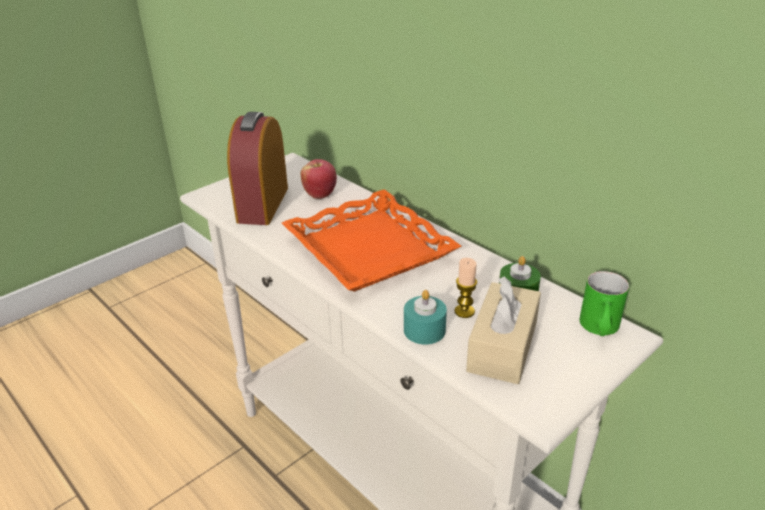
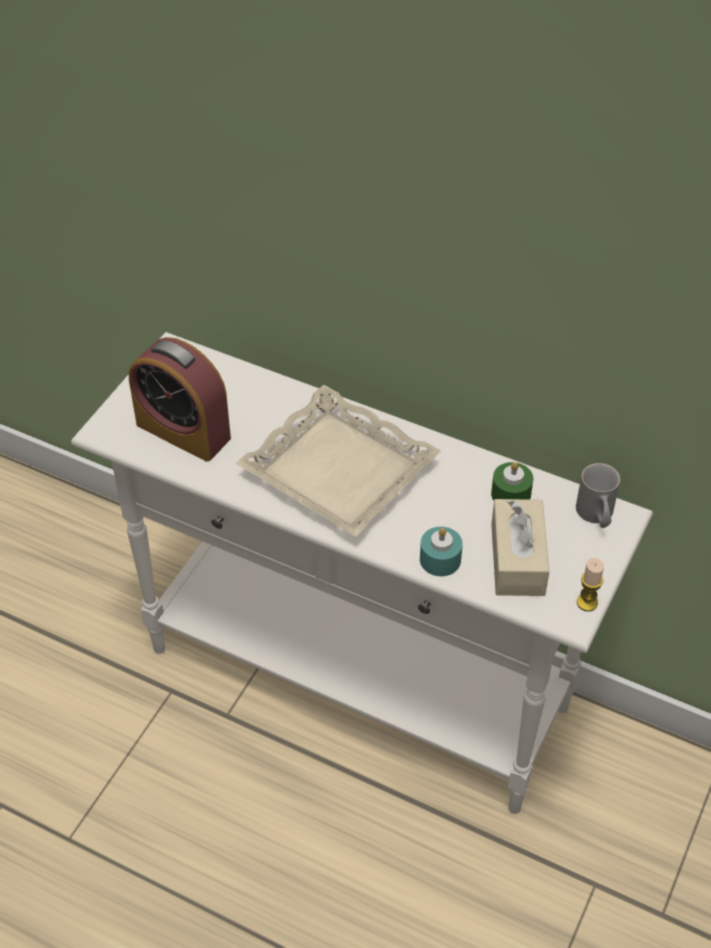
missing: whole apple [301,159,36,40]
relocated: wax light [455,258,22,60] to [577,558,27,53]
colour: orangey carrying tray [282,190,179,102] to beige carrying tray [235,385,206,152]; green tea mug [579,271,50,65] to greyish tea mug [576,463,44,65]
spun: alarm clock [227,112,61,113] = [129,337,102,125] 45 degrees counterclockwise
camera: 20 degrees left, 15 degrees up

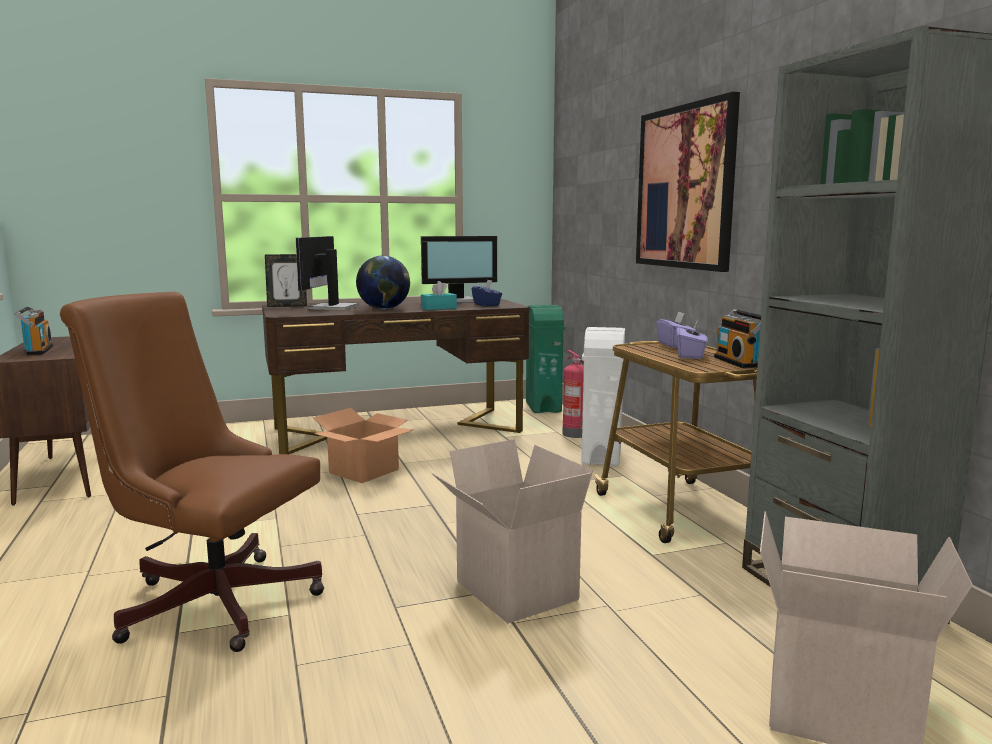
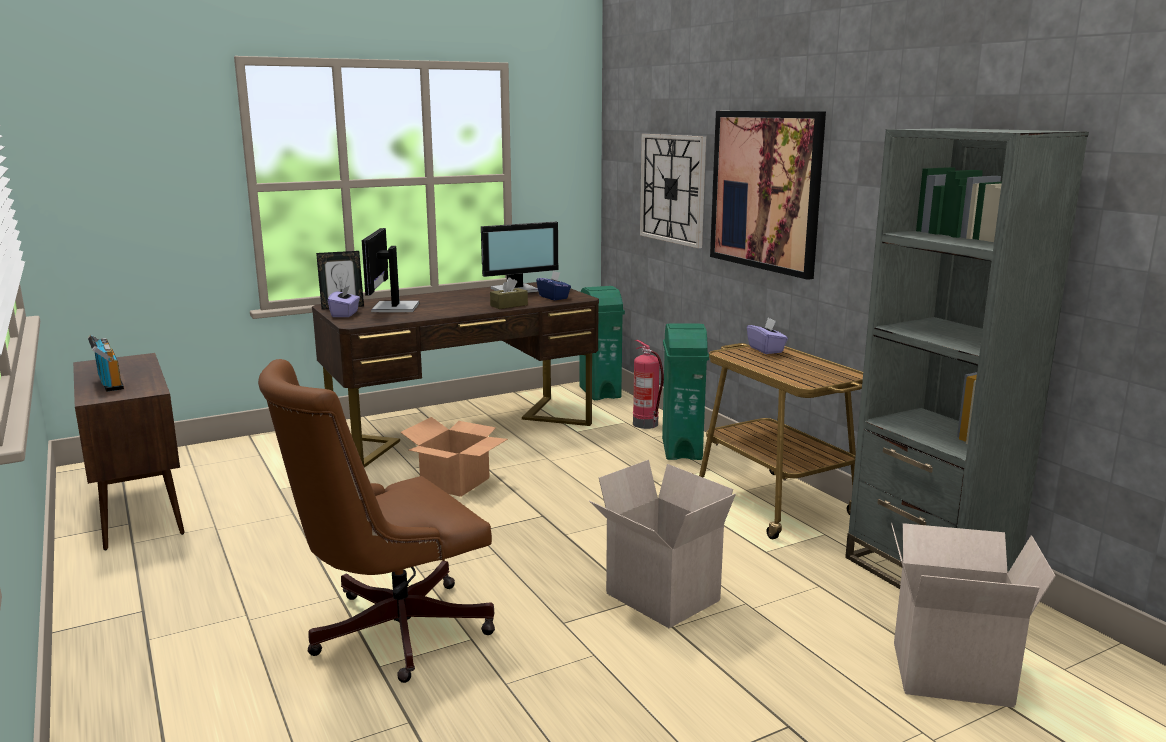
missing: world globe [356,256,54,53]; radio set [714,309,47,59]
appeared: hanging clock [640,134,66,114]
relocated: purple tissue box [676,322,32,37] to [328,285,32,32]
colour: blue-green tissue box [421,281,36,29] to brown tissue box [490,277,38,32]; white-coloured trash can [581,327,44,139] to green trash can [662,324,47,136]
spun: brown computer chair [60,292,264,360] = [258,359,237,324] 45 degrees counterclockwise
camera: 10 degrees left, 5 degrees up

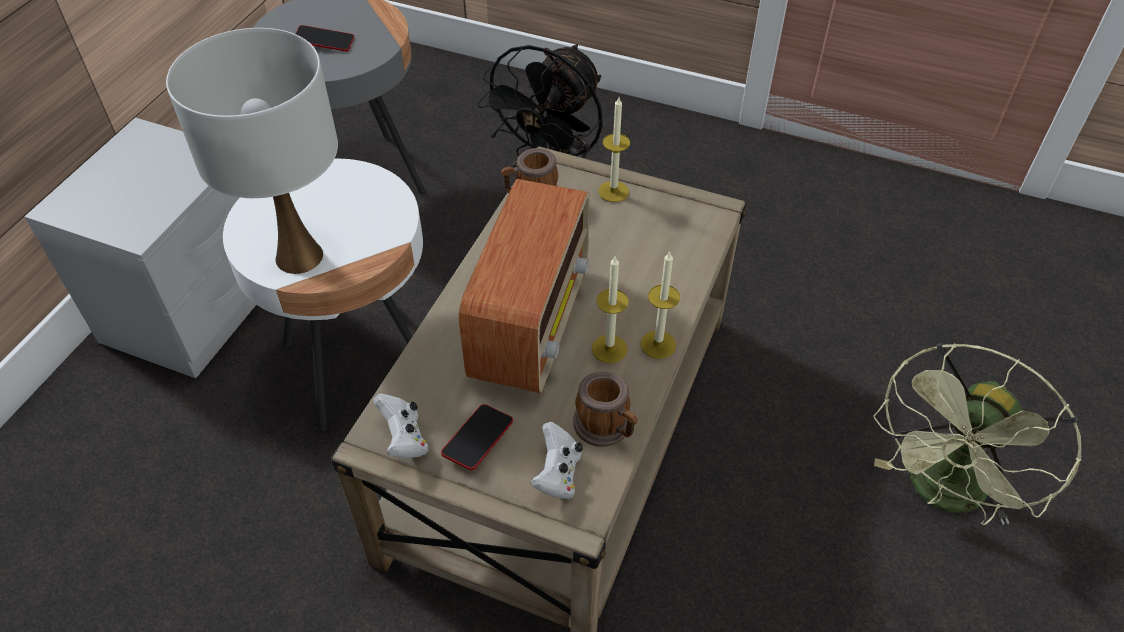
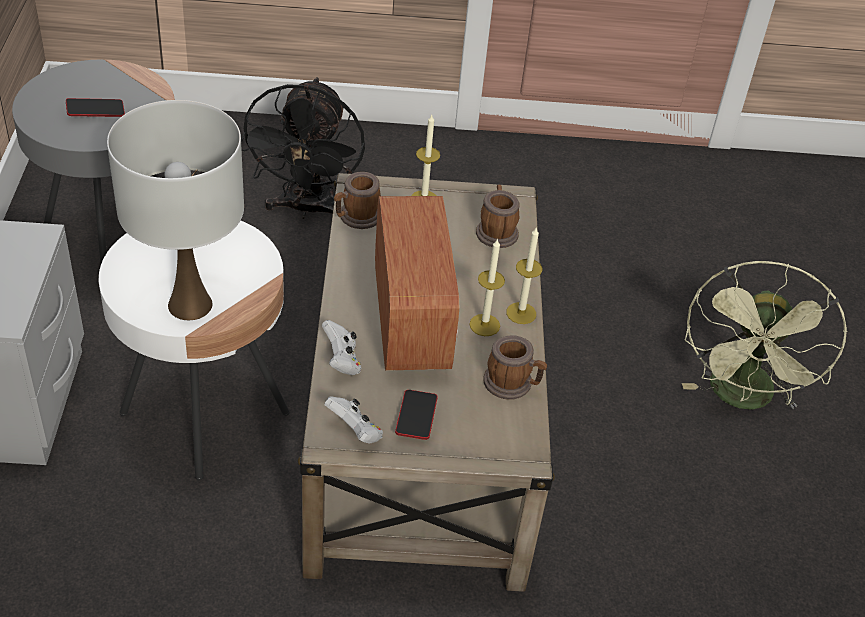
appeared: tea mug [476,185,44,63]
relocated: white-coloured game controller [531,422,52,77] to [322,320,39,55]
camera: 25 degrees left, 5 degrees down

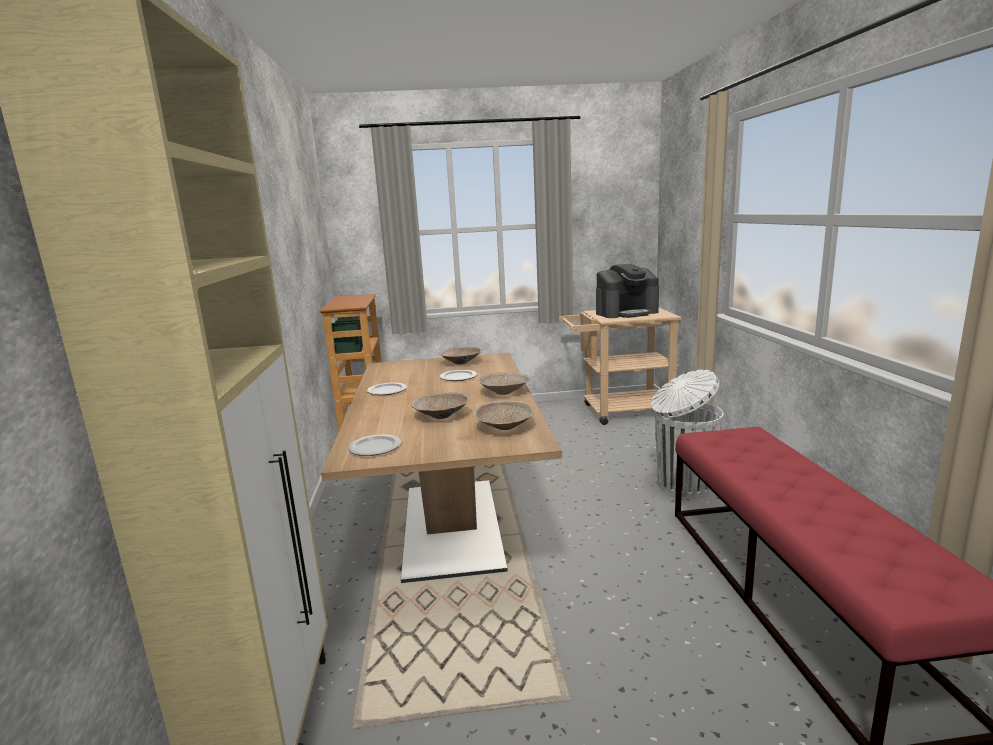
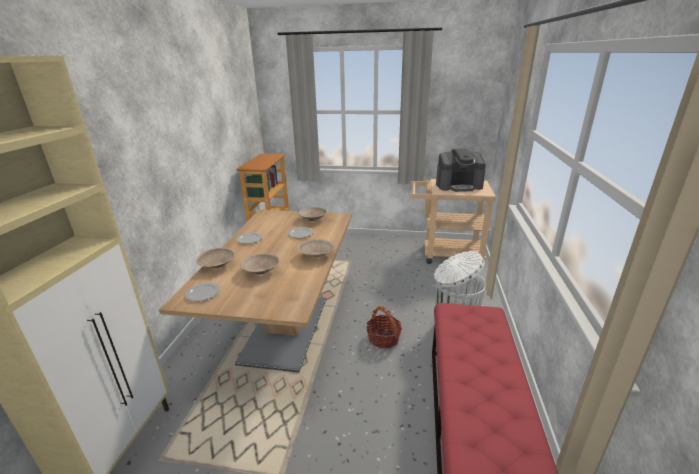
appeared: basket [367,306,35,42]
relocated: beige bowl [473,400,62,30] to [196,247,39,21]
camera: 15 degrees right, 10 degrees up

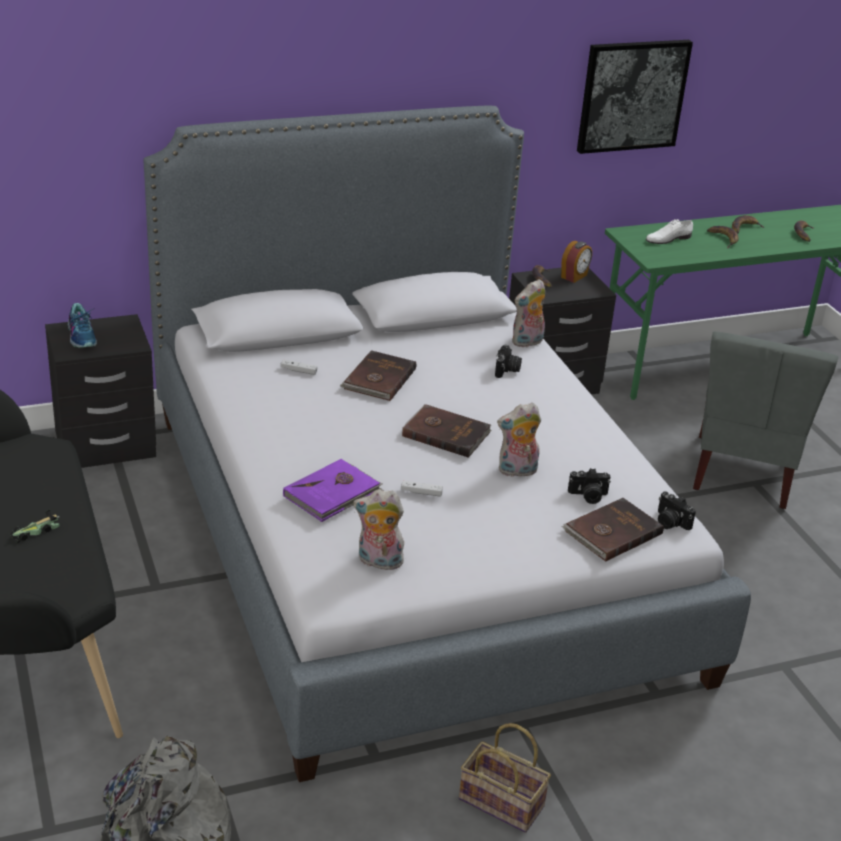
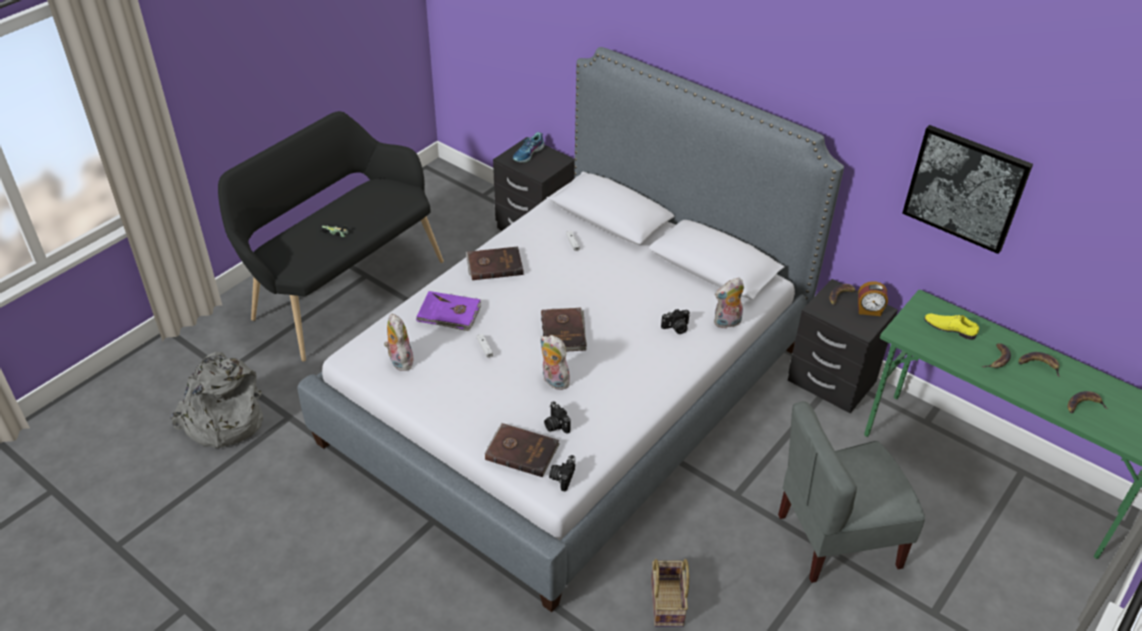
relocated: brown volume [340,350,76,51] to [466,247,58,33]; basket [459,723,92,110] to [651,559,38,68]
colour: white-coloured item of footwear [646,219,47,25] to yellowish item of footwear [924,313,55,27]
spun: cuddly toy [512,279,33,68] = [714,277,30,52] 45 degrees counterclockwise
camera: 60 degrees right, 10 degrees up

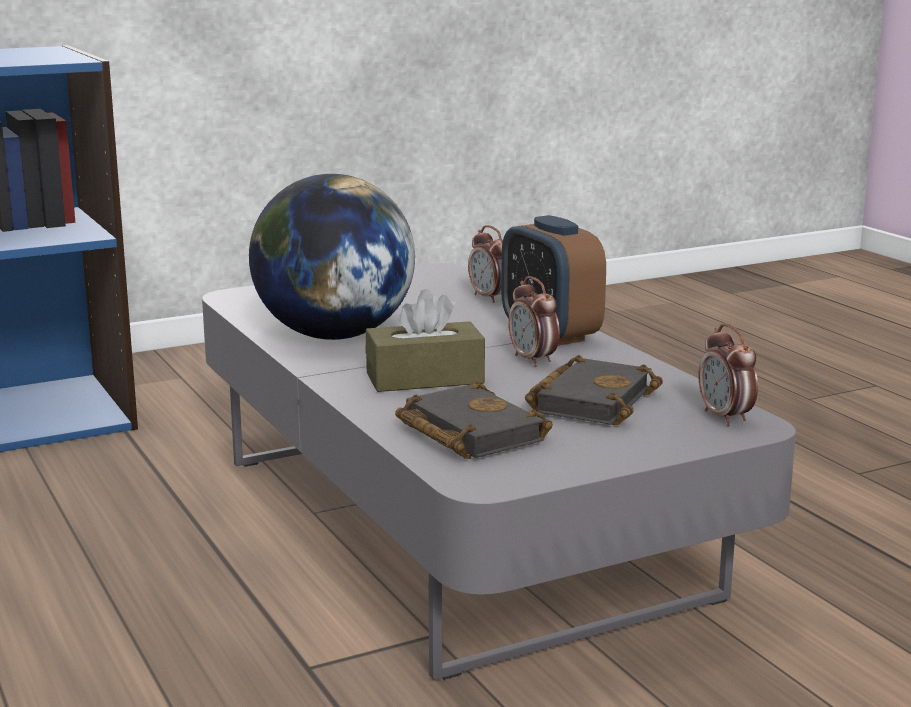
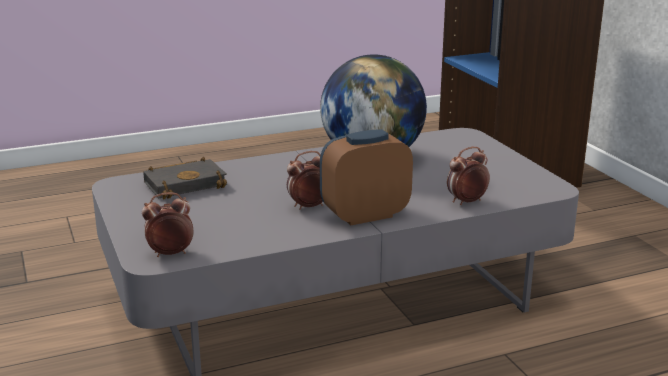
missing: brown tissue box [366,289,119,103]; black volume [525,355,138,70]
camera: 95 degrees right, 5 degrees up

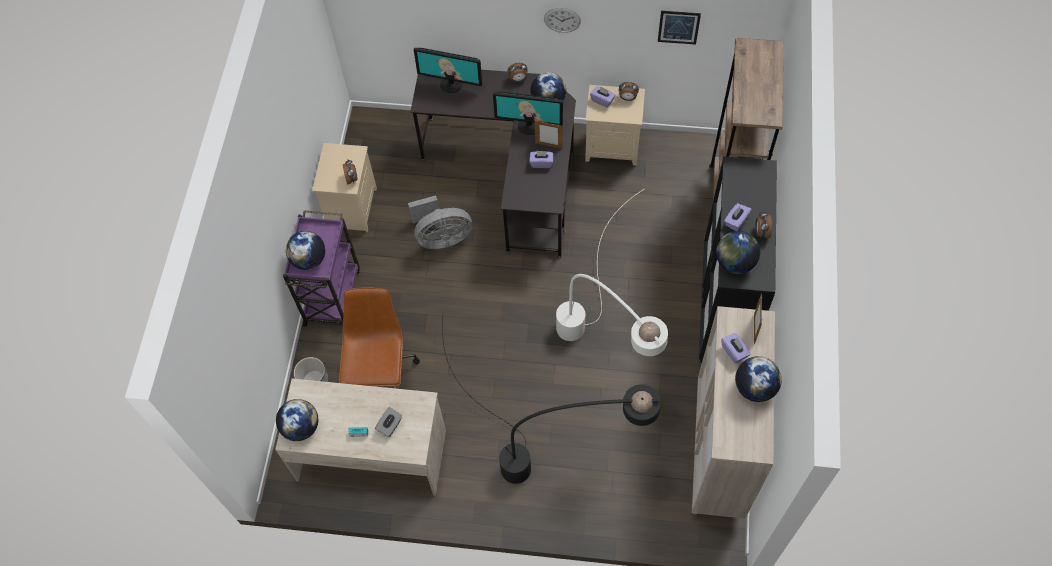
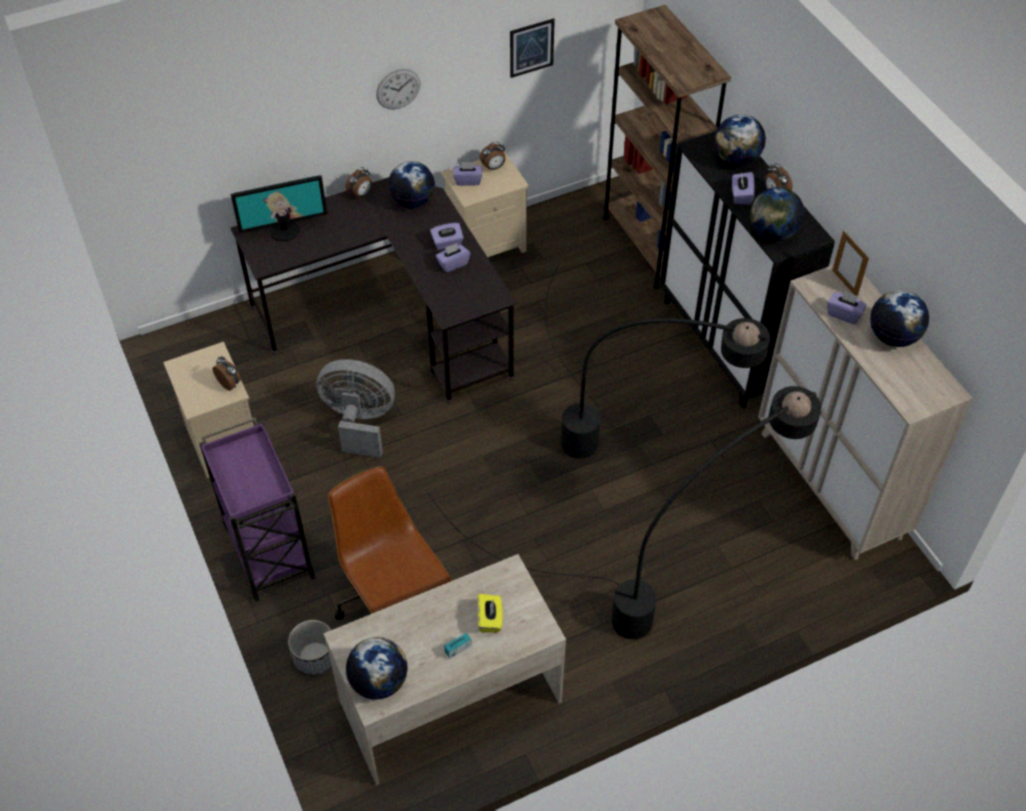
missing: monitor [493,92,70,43]
relocated: world globe [286,231,39,39] to [714,114,52,52]
exchanged: picture frame [534,121,29,27] to purple tissue box [430,223,34,27]
colour: greyish tissue box [375,407,27,30] to yellowish tissue box [477,594,26,39]; white-coloured standing lamp [556,189,112,167] to black standing lamp [545,263,225,196]
spun: greyish fan [408,195,64,54] = [316,359,79,99] 120 degrees counterclockwise
camera: 35 degrees left, 10 degrees down

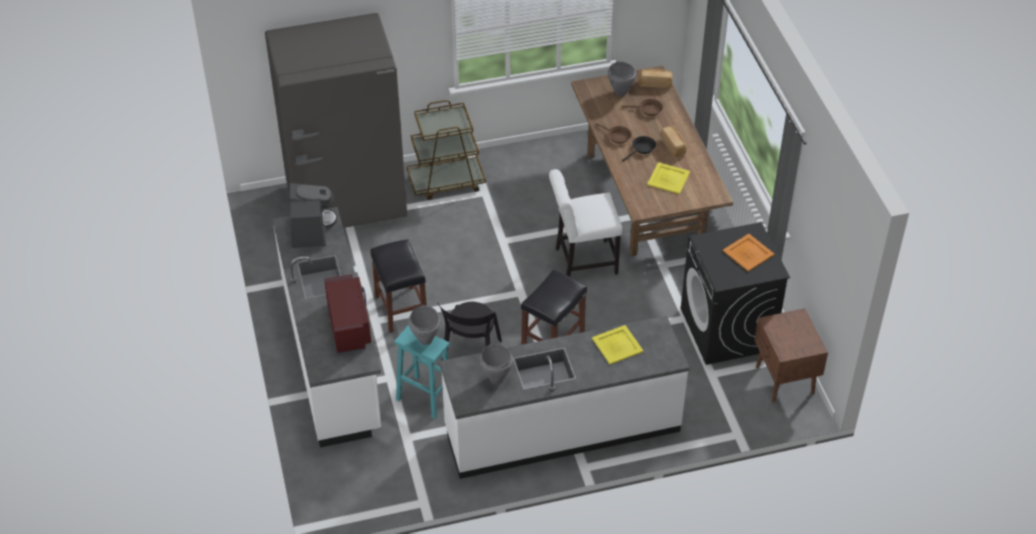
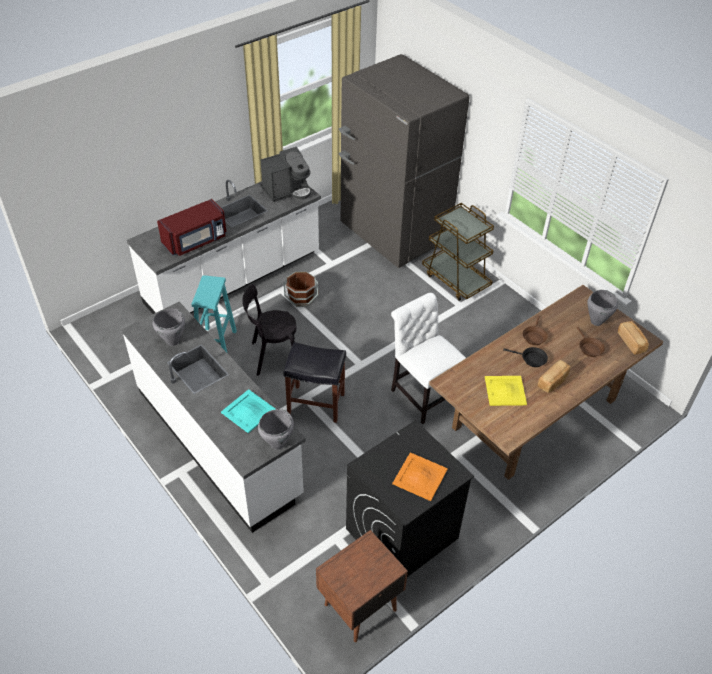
relocated: greyish stockpot [408,305,33,40] to [258,409,36,41]
exchanged: black stool [370,239,57,94] to brown water bucket [284,272,34,35]
colour: yellowish carrying tray [592,325,51,39] to blue-green carrying tray [221,389,54,44]
camera: 65 degrees right, 0 degrees up

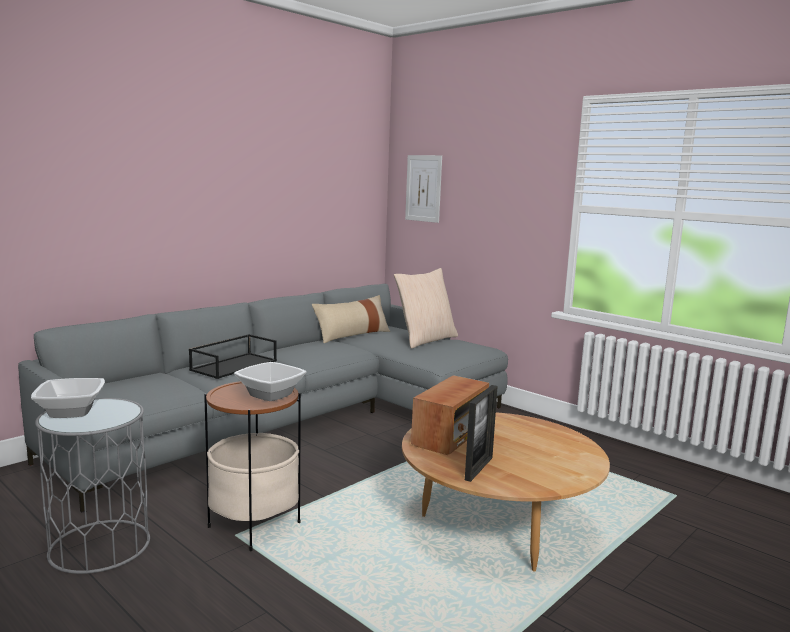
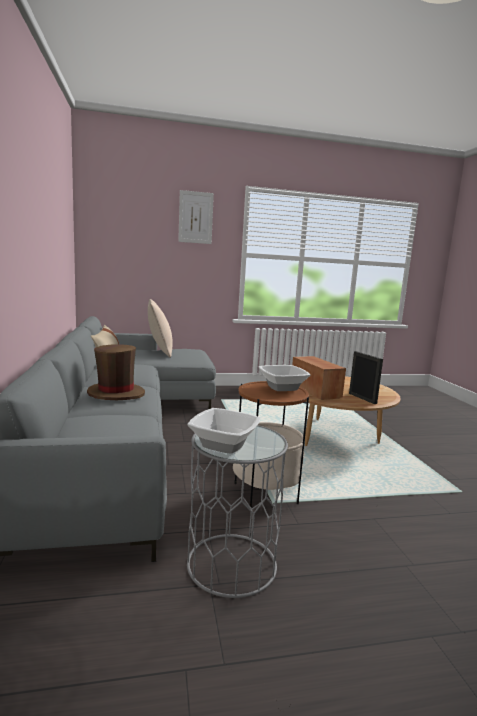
relocated: wall picture [405,155,37,68] to [178,190,36,54]
exchanged: black carrying tray [189,334,88,45] to brown clothing hat [87,344,58,56]
camera: 55 degrees left, 0 degrees up

